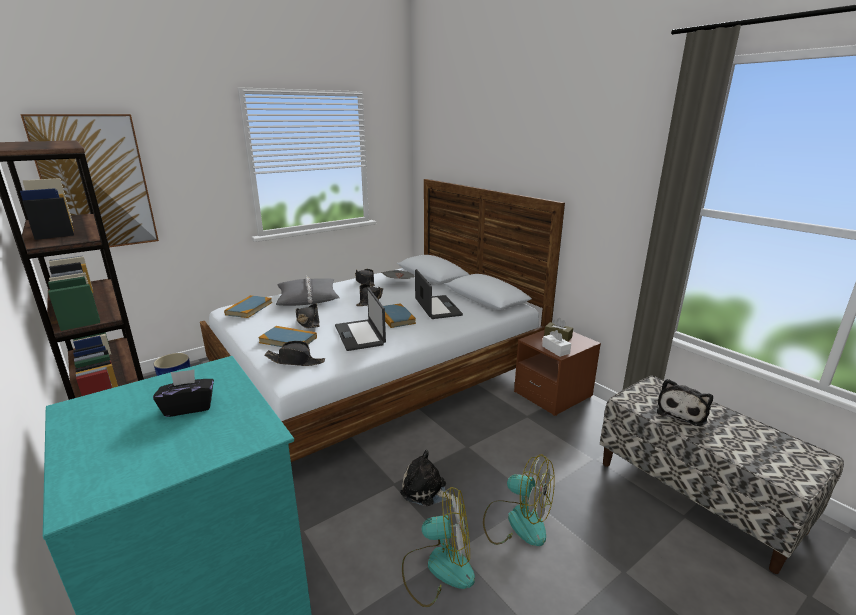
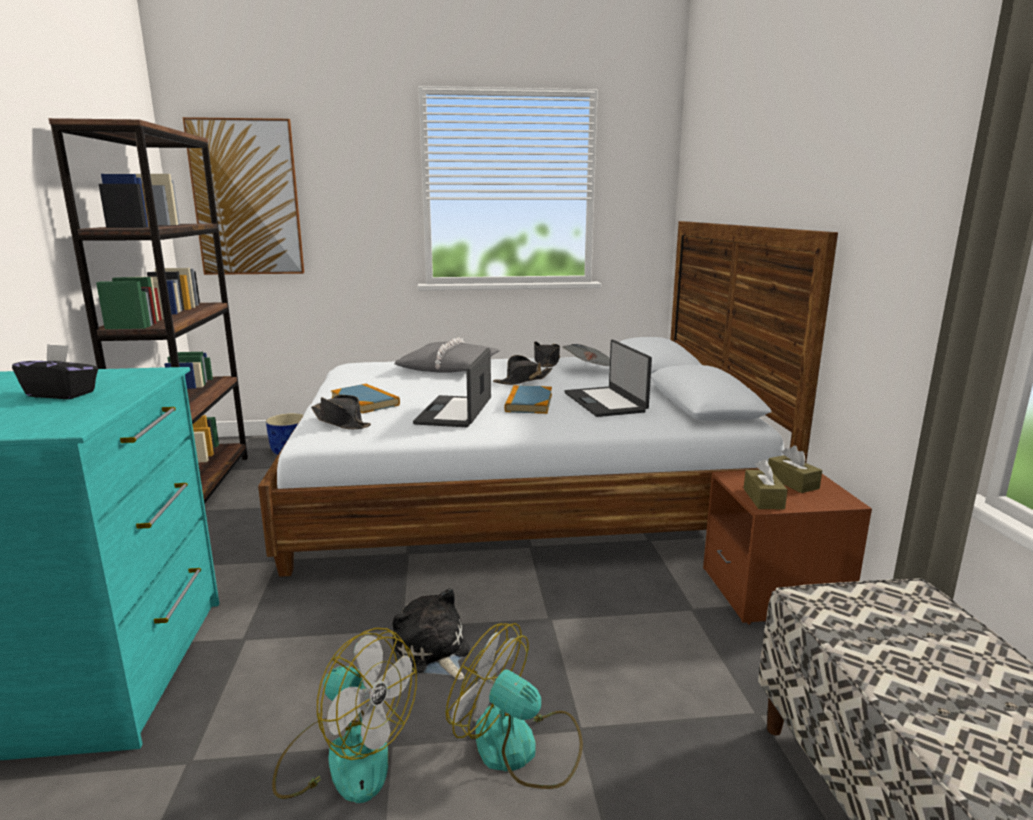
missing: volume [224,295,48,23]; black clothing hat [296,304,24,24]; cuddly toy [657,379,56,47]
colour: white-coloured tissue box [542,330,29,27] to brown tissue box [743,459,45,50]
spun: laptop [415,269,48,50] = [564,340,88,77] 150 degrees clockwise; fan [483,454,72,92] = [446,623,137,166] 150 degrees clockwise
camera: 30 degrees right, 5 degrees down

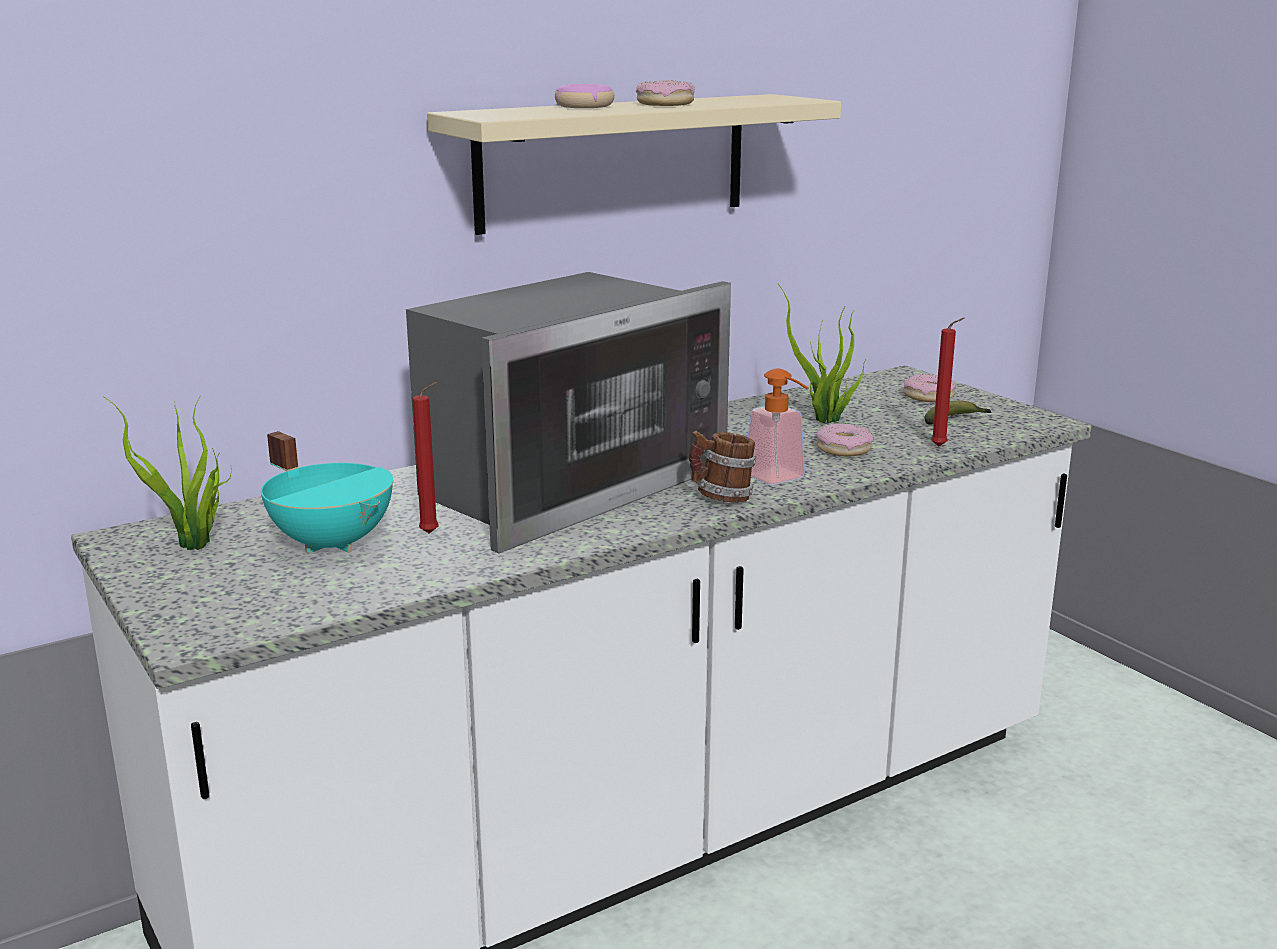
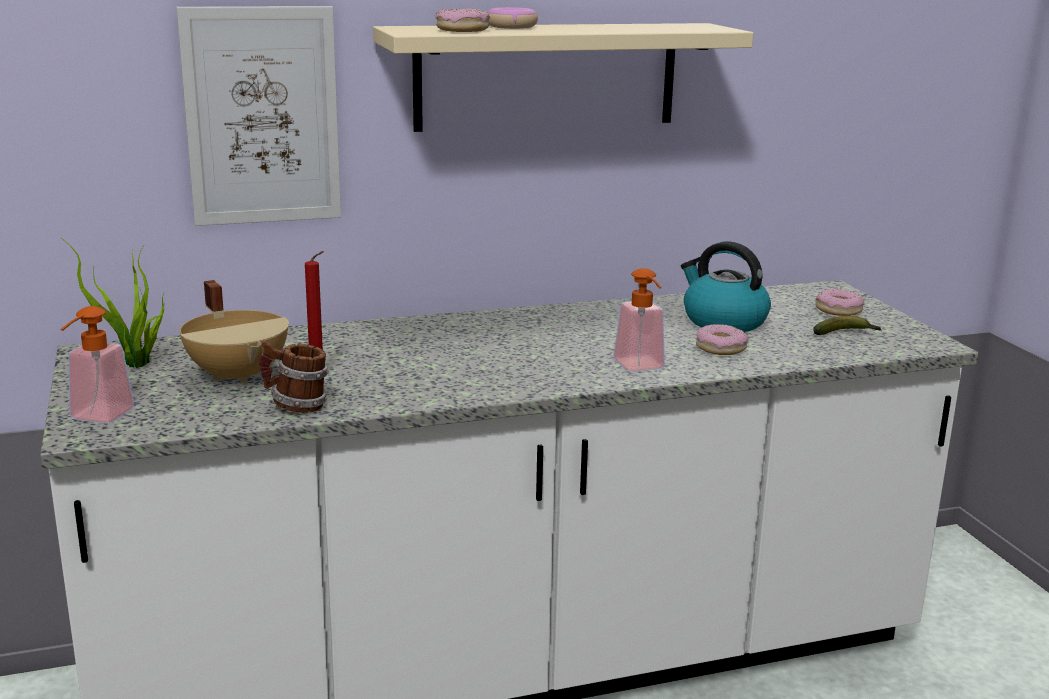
missing: kitchen microwave [406,272,325,282]; red wax light [931,318,34,129]
appeared: soap dispenser [61,306,74,118]; wall picture [177,6,164,220]
relocated: ring doughnut [636,80,59,26] to [435,8,55,24]; tea mug [689,431,67,72] to [259,340,70,72]
exchanged: houseplant [778,284,88,139] to kettle [681,241,90,91]
colour: blue-green stockpot [261,431,132,122] to beige stockpot [180,280,109,104]
camera: 15 degrees right, 0 degrees up

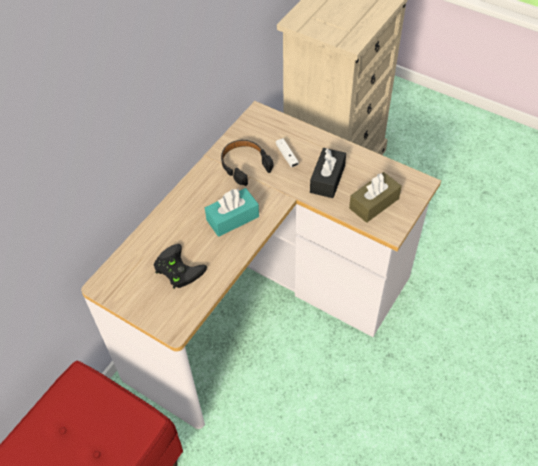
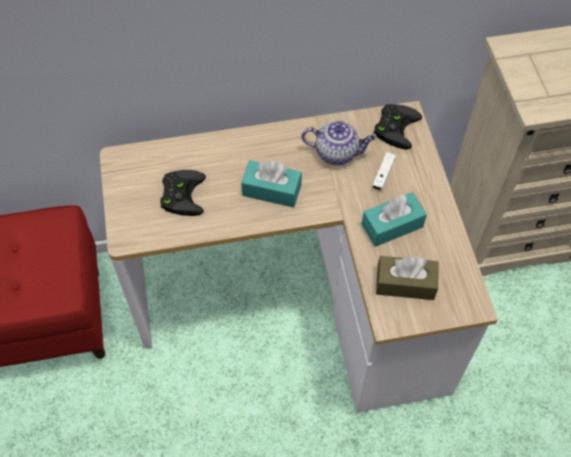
appeared: black game controller [374,104,48,45]
exchanged: black pair of headphones [221,140,53,46] to tea pot [302,120,73,45]
colour: black tissue box [310,148,36,50] to blue-green tissue box [362,192,65,55]
camera: 45 degrees right, 5 degrees up

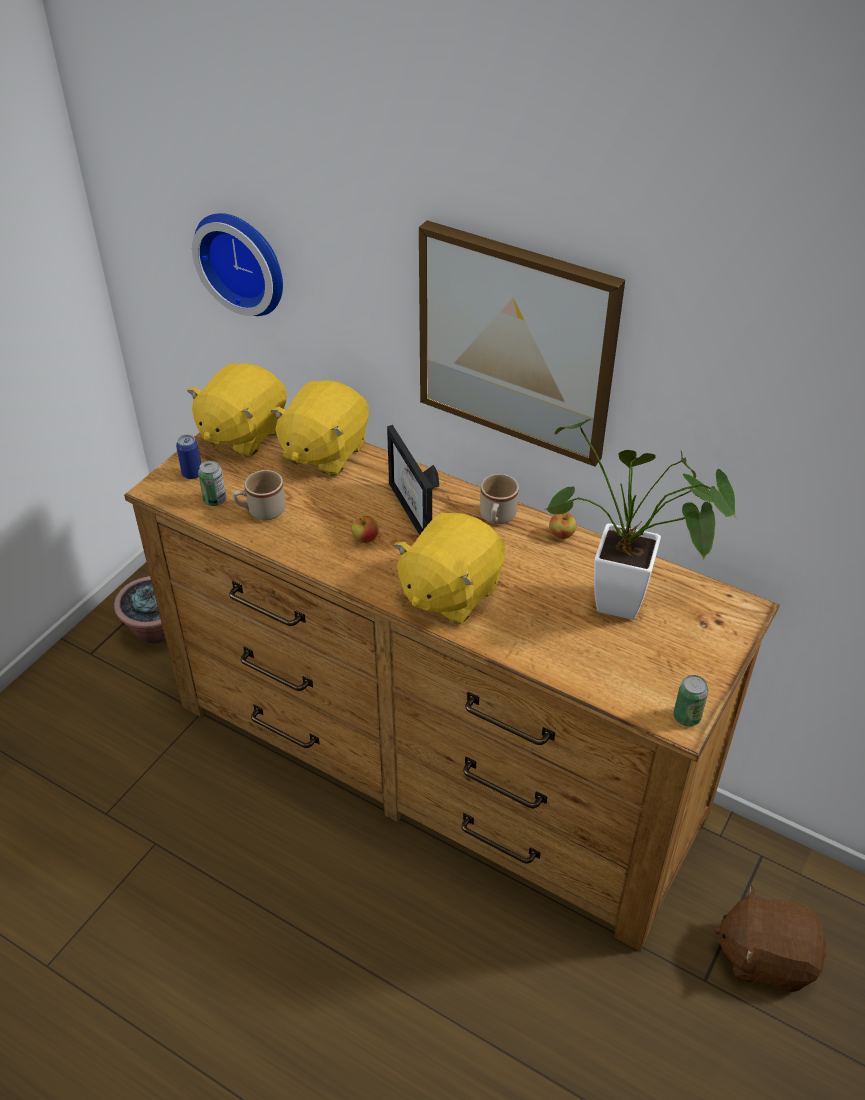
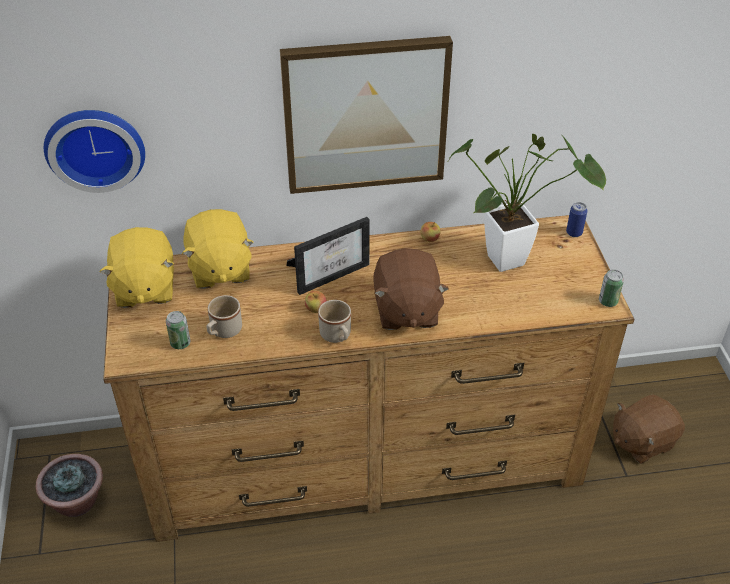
relocated: can [176,435,25,44] to [566,202,22,35]; beige tea mug [480,474,39,50] to [318,300,33,43]
colour: yellowish cuddly toy [394,513,112,111] to brown cuddly toy [373,248,76,82]
spun: picture frame [387,425,52,110] = [287,217,83,78] 60 degrees counterclockwise
camera: 40 degrees left, 0 degrees up

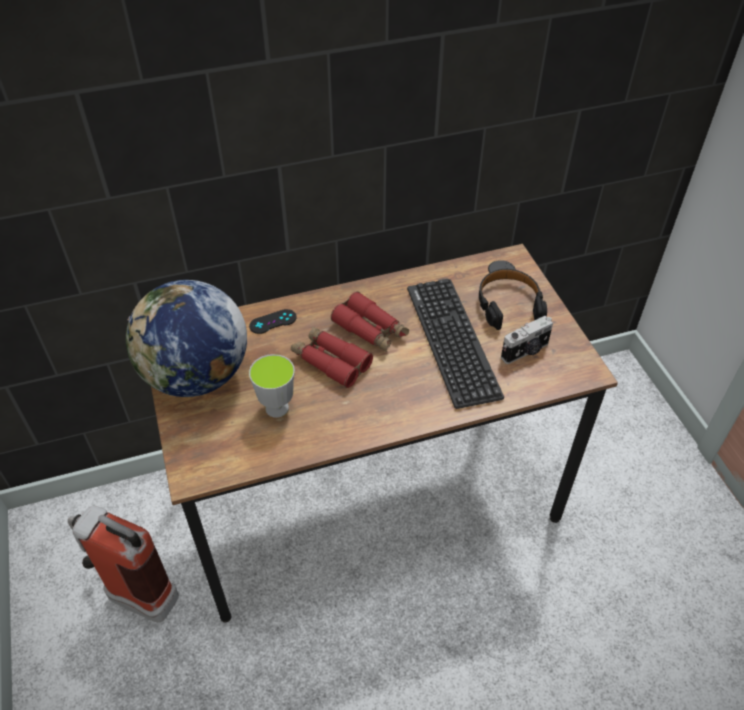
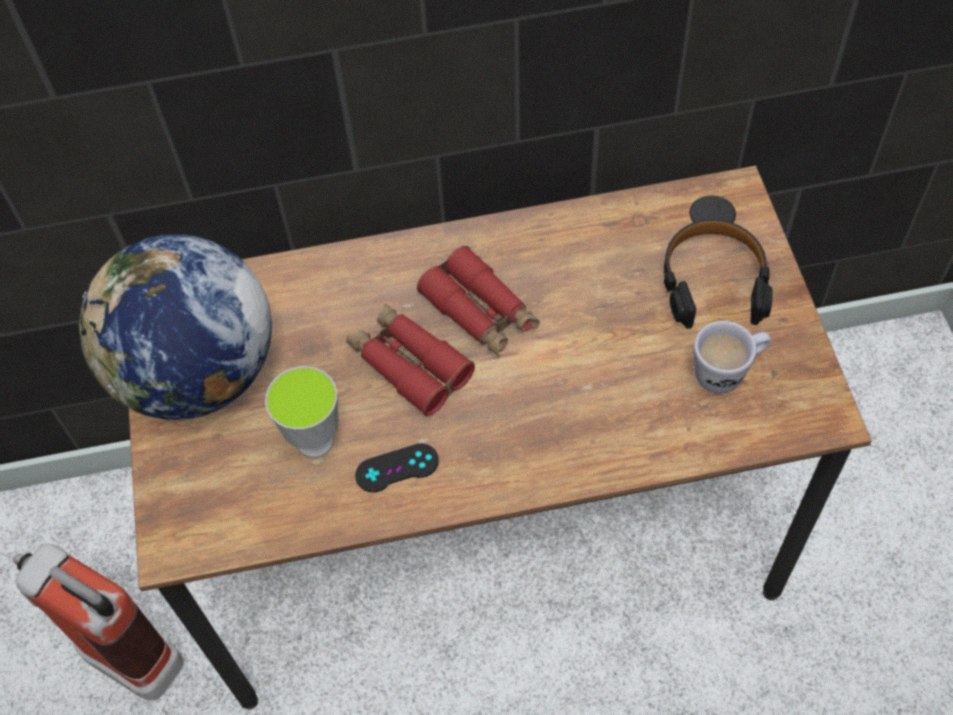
missing: PC keyboard [407,279,97,130]
relocated: black game controller [249,309,48,25] to [355,443,84,50]
exchanged: still camera [501,316,52,48] to white-coloured tea mug [694,321,77,73]
camera: 10 degrees right, 10 degrees up

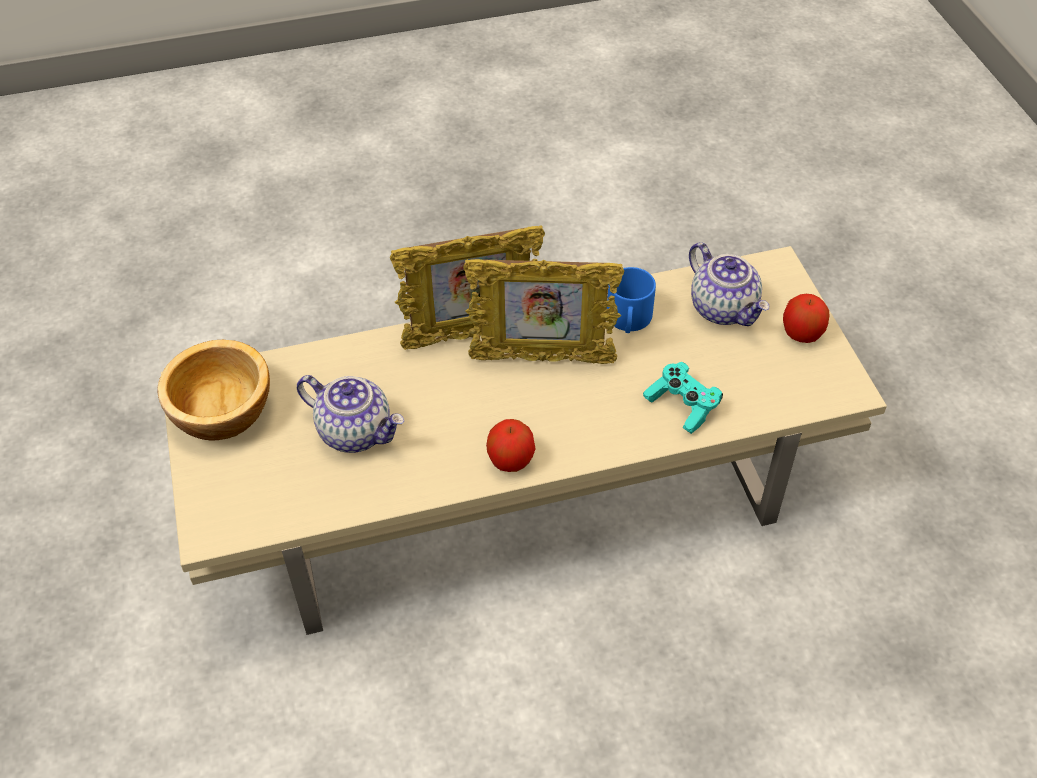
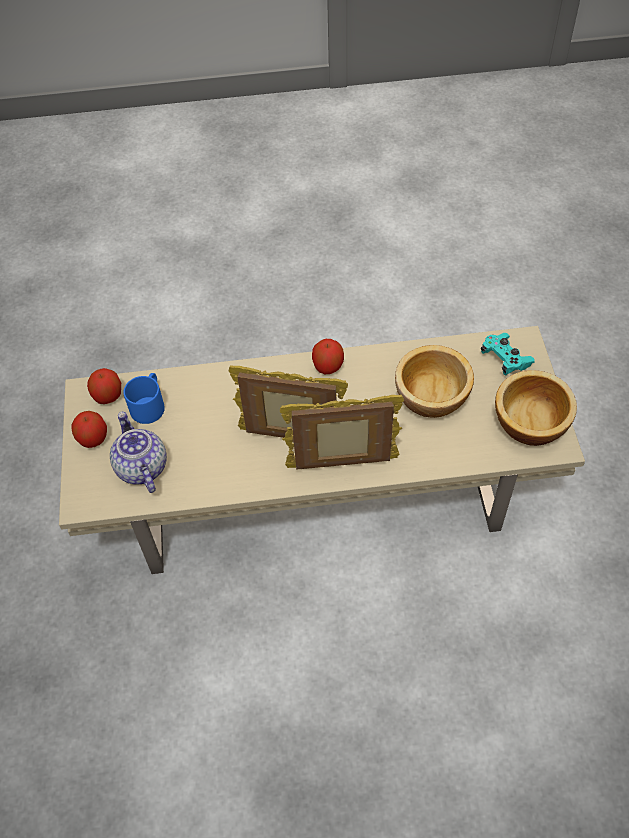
appeared: whole apple [87,368,34,36]
relocated: blue-coloured tea mug [607,267,49,66] to [123,373,42,51]; blue-green game controller [643,362,80,72] to [481,333,54,43]
exchanged: tea pot [297,375,107,78] to bowl [395,345,79,73]
camera: 170 degrees left, 5 degrees up

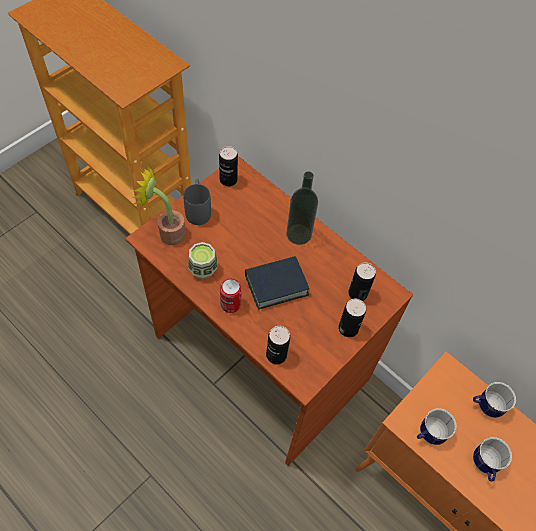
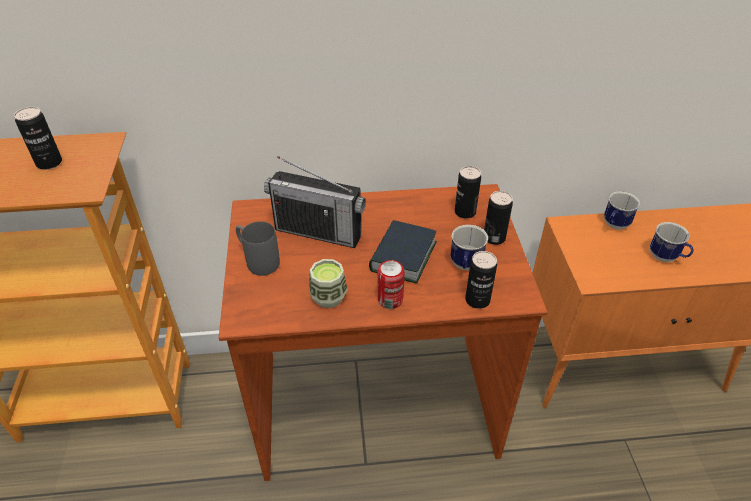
missing: houseplant [133,165,53,80]; beverage bottle [286,171,32,74]
appeared: radio set [264,156,102,92]
relocated: can [219,146,19,40] to [14,107,48,63]; tea mug [417,408,39,37] to [450,225,38,45]
camera: 45 degrees left, 15 degrees down

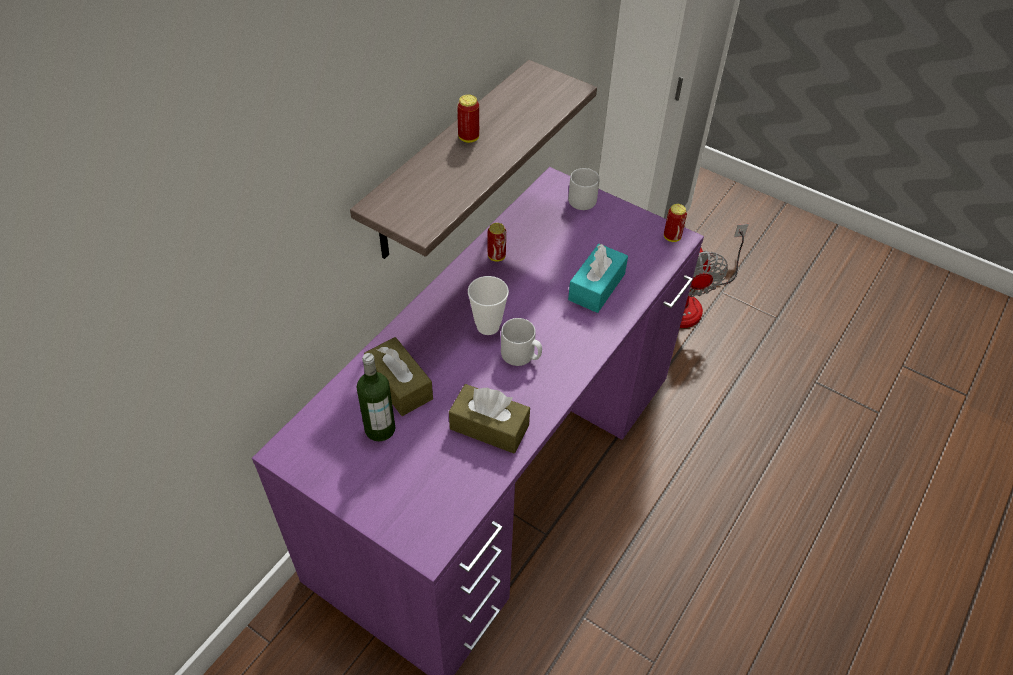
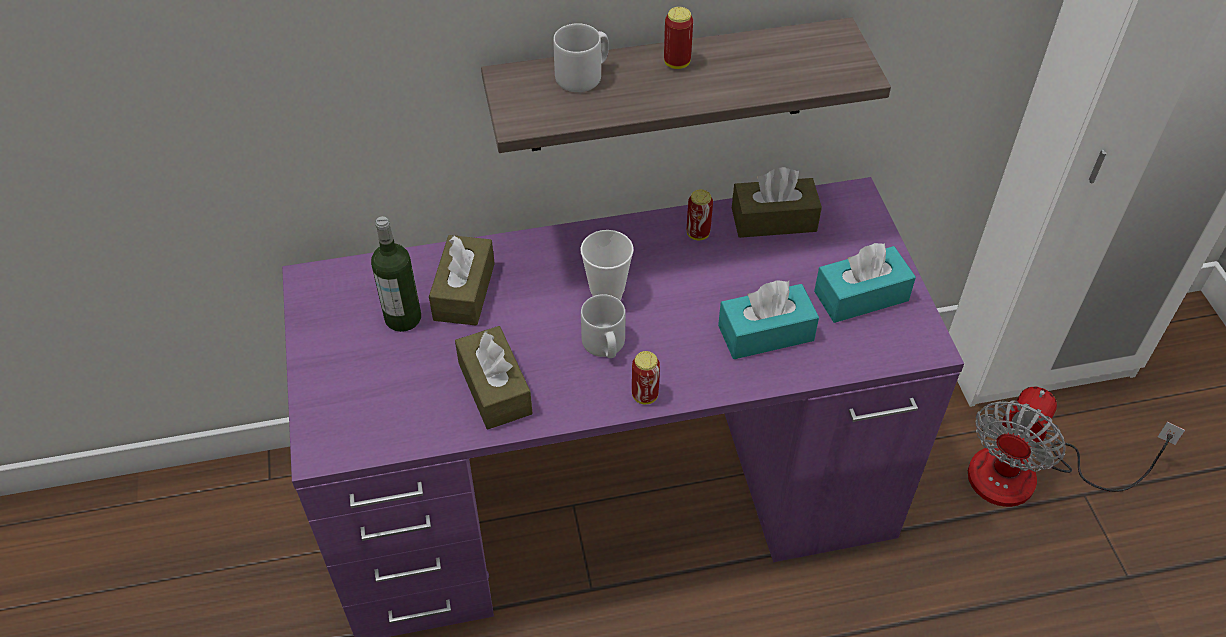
appeared: brown tissue box [732,167,90,71]; blue-green tissue box [814,243,102,80]
relocated: greyish tea mug [568,168,32,42] to [553,23,56,69]; can [664,204,23,38] to [632,351,28,53]
camera: 45 degrees right, 0 degrees up

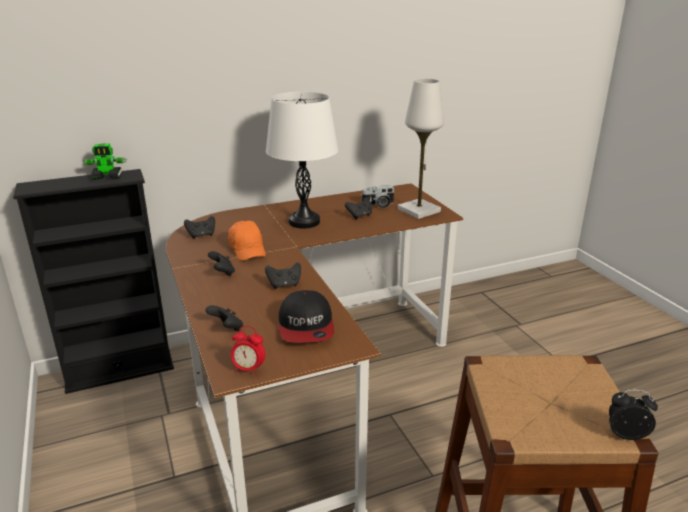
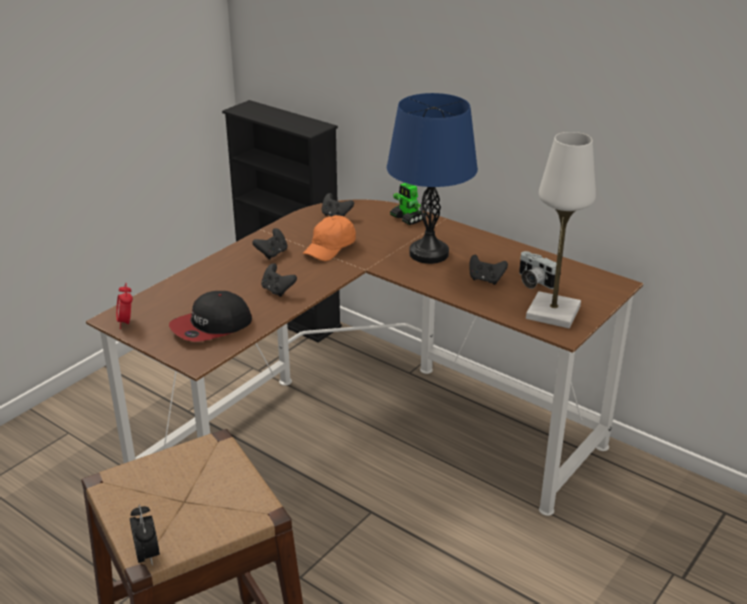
missing: black game controller [205,305,38,27]
relocated: model robot [83,143,44,37] to [390,183,34,42]
colour: white-coloured table lamp [266,92,72,136] to blue-coloured table lamp [387,93,91,171]
camera: 60 degrees right, 5 degrees up

